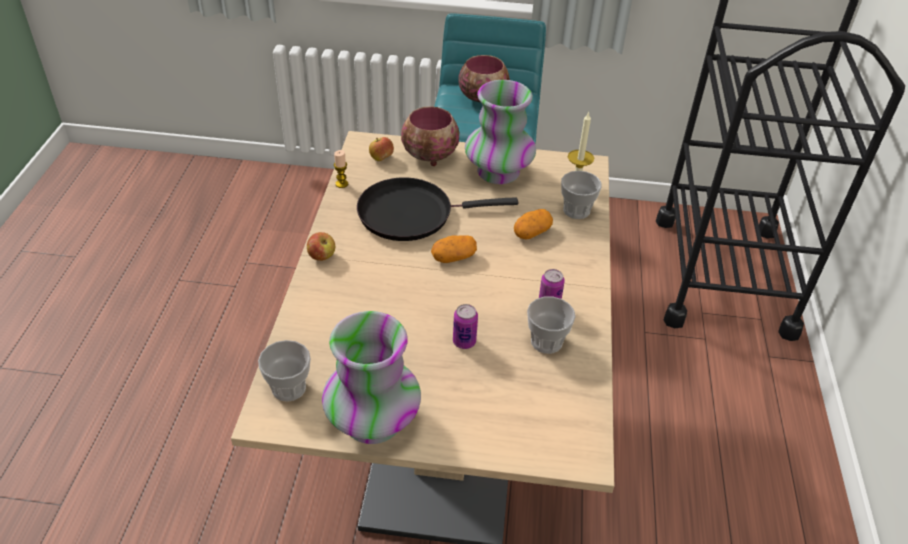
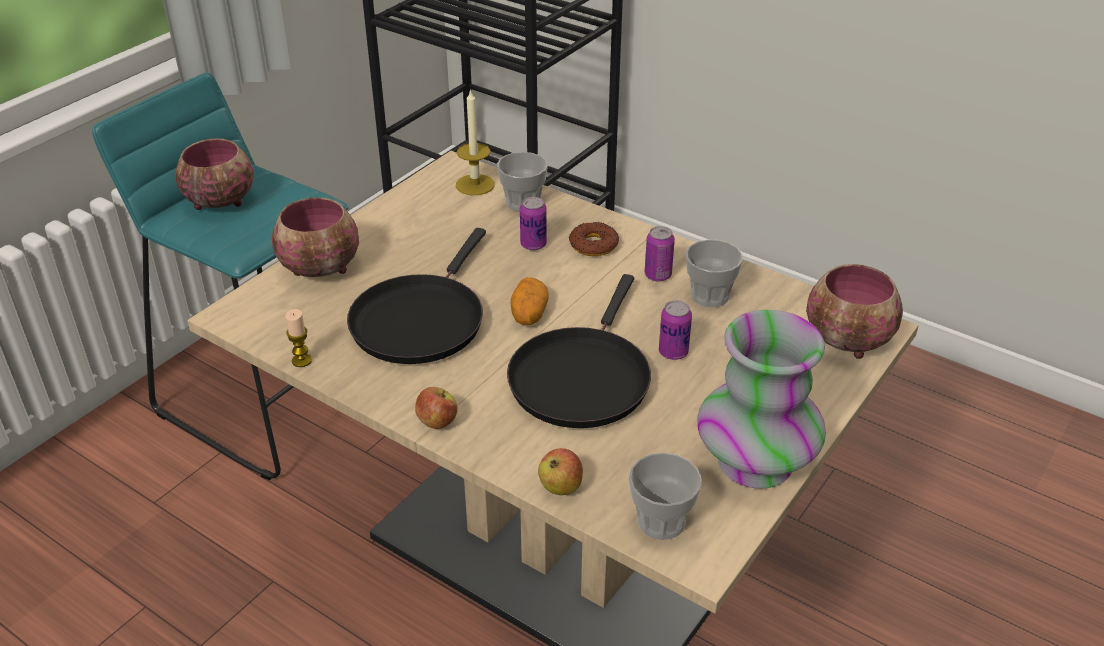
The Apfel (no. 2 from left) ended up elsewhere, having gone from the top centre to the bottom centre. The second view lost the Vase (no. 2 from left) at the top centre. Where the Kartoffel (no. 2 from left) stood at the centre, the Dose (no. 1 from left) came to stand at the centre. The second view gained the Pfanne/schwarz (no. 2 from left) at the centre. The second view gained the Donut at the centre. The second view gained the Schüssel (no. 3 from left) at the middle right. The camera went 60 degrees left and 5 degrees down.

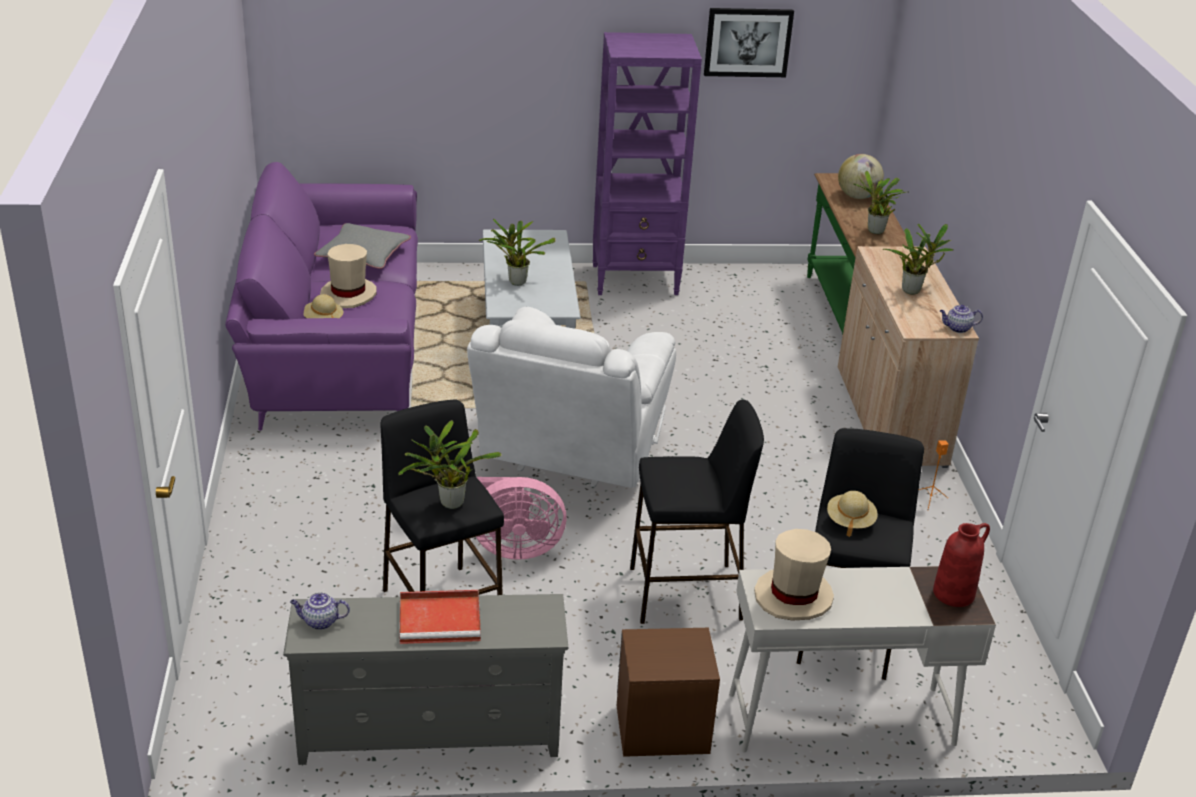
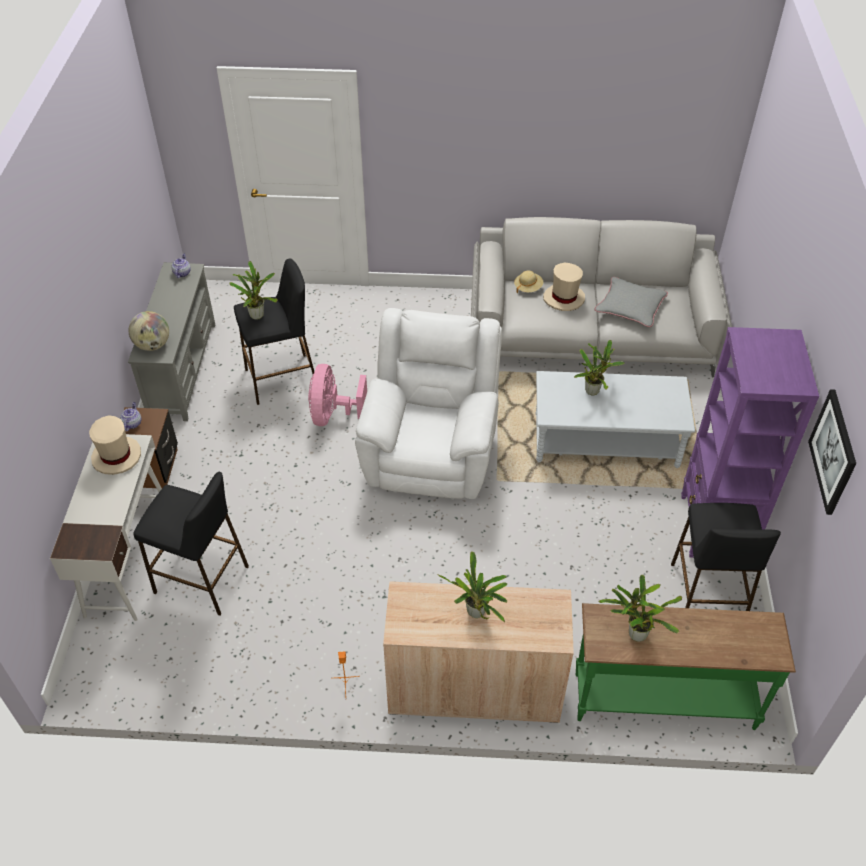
What was the Sofa/lila at the middle left turned into the Sofa/grau at the middle right. The second view lost the Tablett/rot at the bottom centre. The Sessel/weiß at the centre ended up facing another way, 75 degrees clockwise from before. The Hocker/schwarz (no. 2 from left in the first image) ended up elsewhere, having gone from the centre to the middle right. The second view lost the Hut/beige (no. 4 from left) at the middle right. The Globus ended up elsewhere, having gone from the top right to the middle left. The second view lost the Vase/rot at the bottom right. The Teekanne (no. 2 from left in the first image) ended up elsewhere, having gone from the middle right to the middle left. The camera went 100 degrees right and 15 degrees up.

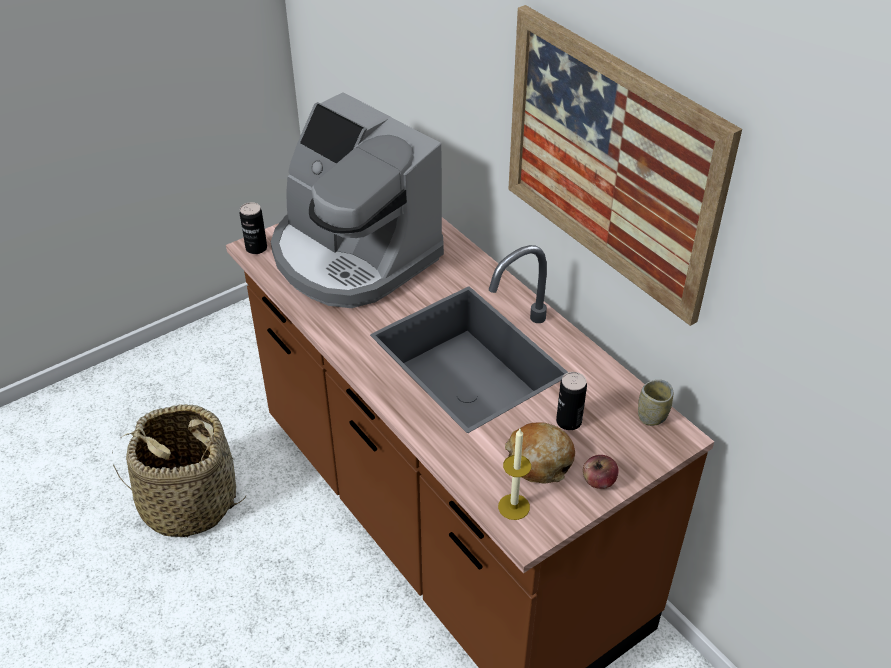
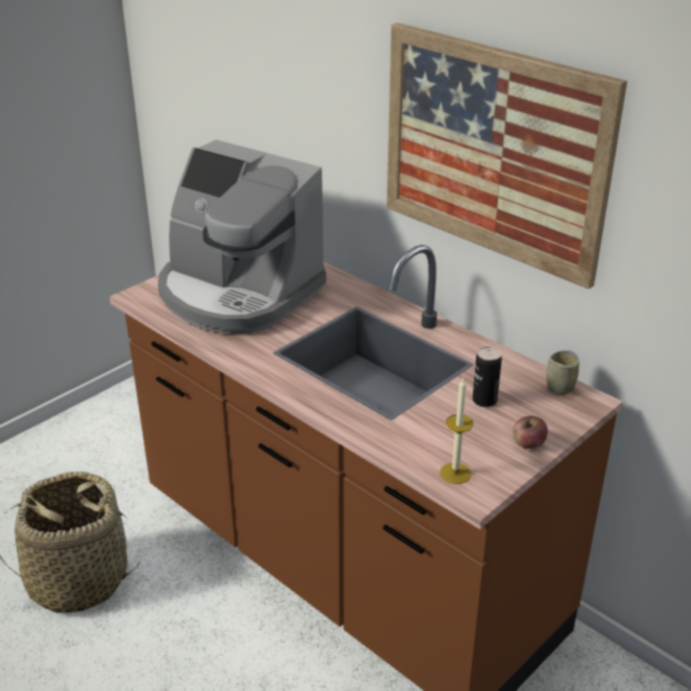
The second view lost the Dose (no. 1 from left) at the middle left. The second view lost the Brot at the bottom centre. The camera went 10 degrees left and 10 degrees down.

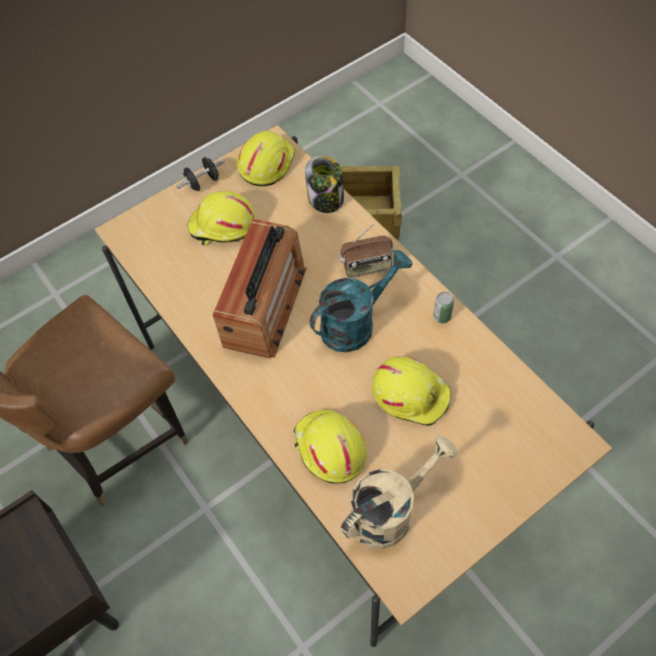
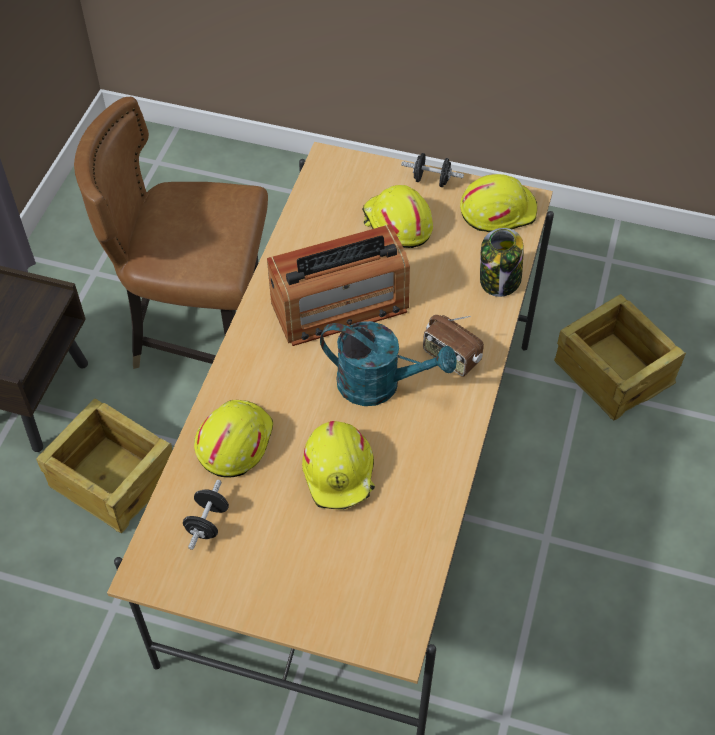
Where the Gießkanne/beige stood at the bottom centre, the Hantel/schwarz (no. 1 from left) came to stand at the bottom left. The second view lost the Dose at the middle right. The second view gained the Kiste (no. 1 from left) at the middle left. The camera went 50 degrees right and 5 degrees down.

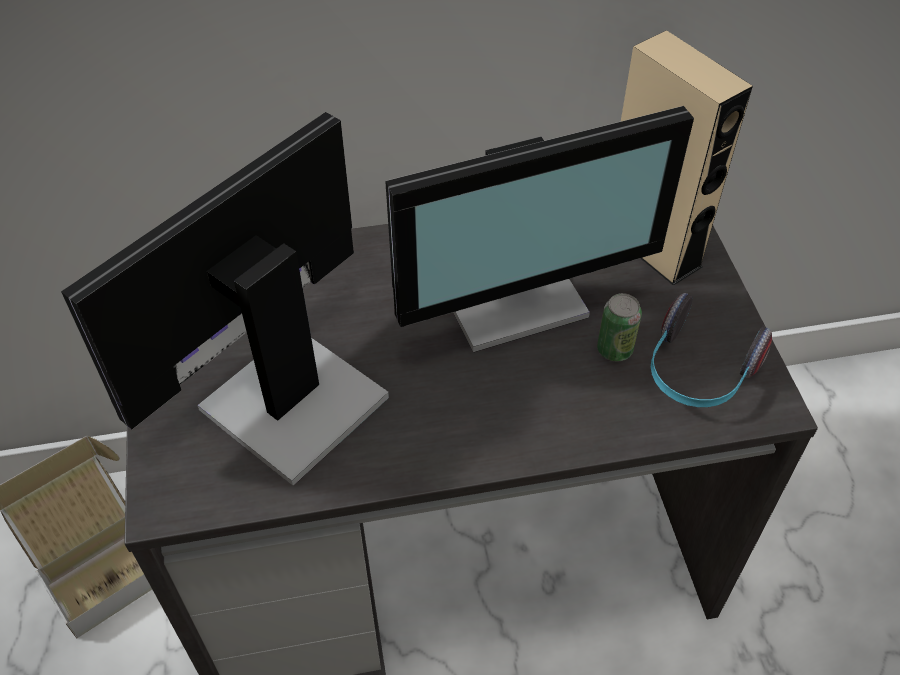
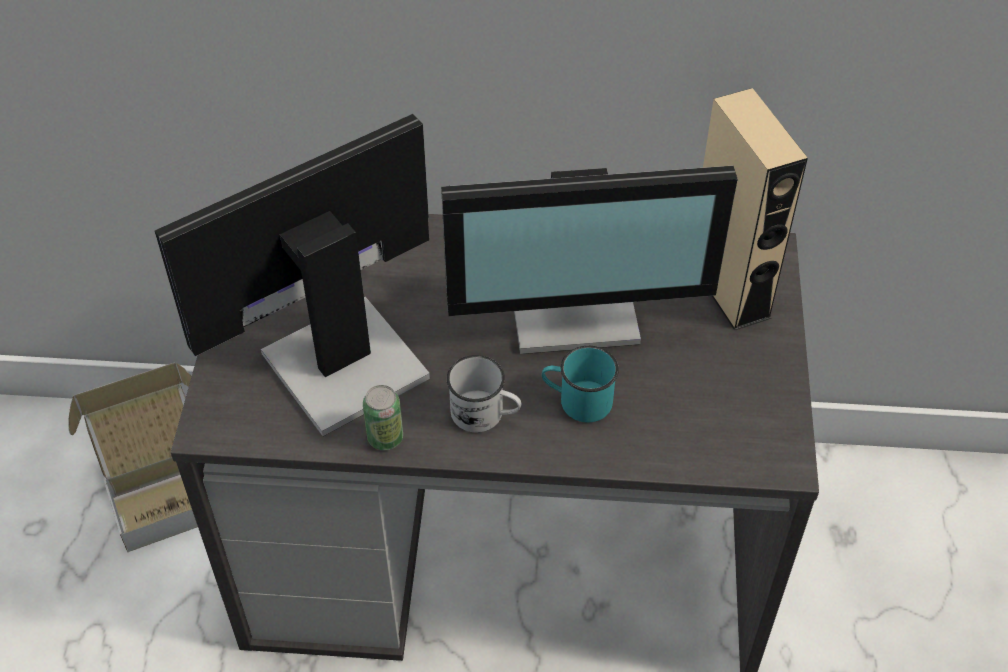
The Dose ended up elsewhere, having gone from the middle right to the centre. The second view lost the Kopfhörer at the middle right. The second view gained the Henkelbecher/weiß at the centre. The second view gained the Henkelbecher/türkis at the centre. The camera went 15 degrees right and 0 degrees up.

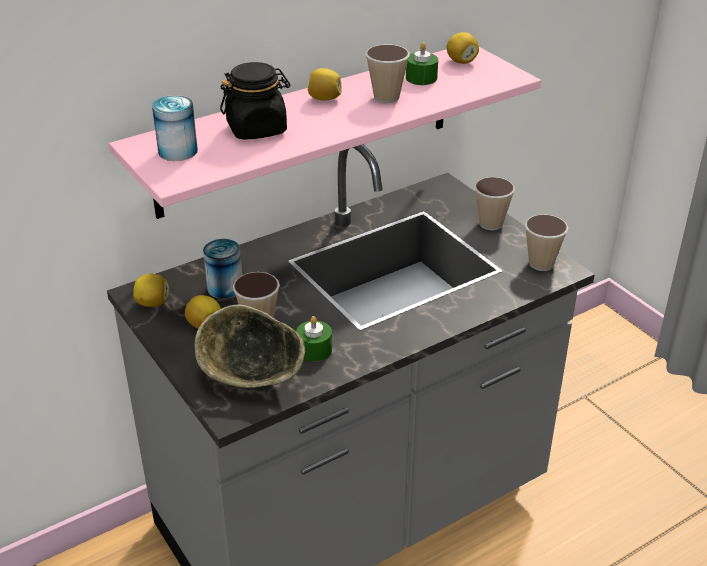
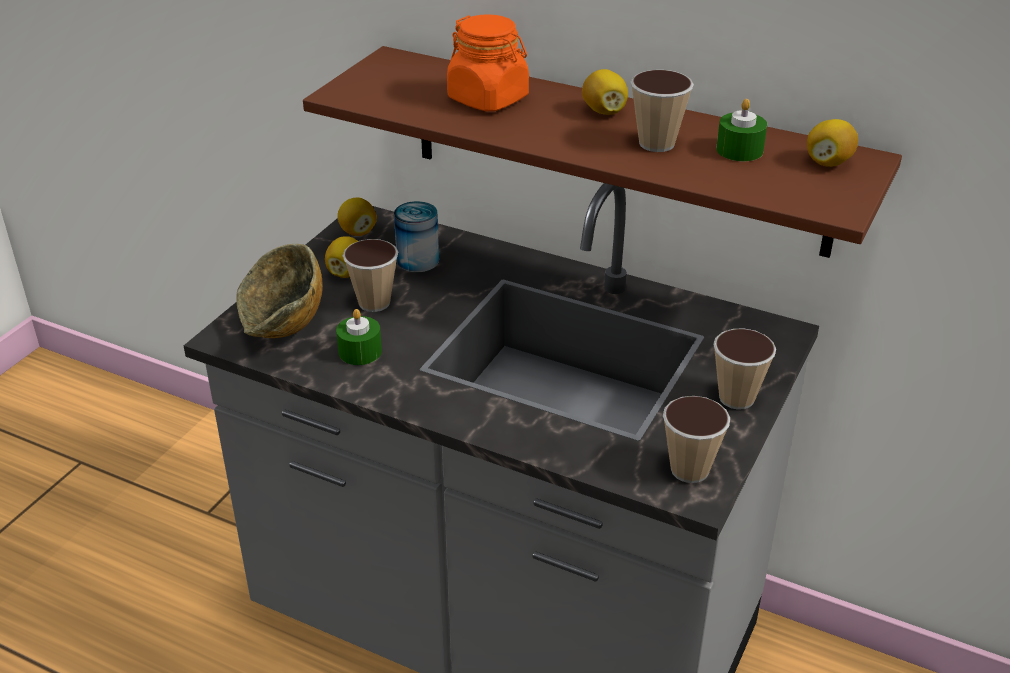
What was the Wandregal/rosa at the top centre turned into the Wandregal/braun at the top centre. The second view lost the Dose (no. 1 from left) at the top left. What was the Vorratsglas/schwarz at the top centre turned into the Vorratsglas/orange at the top centre. The camera went 60 degrees right and 0 degrees up.

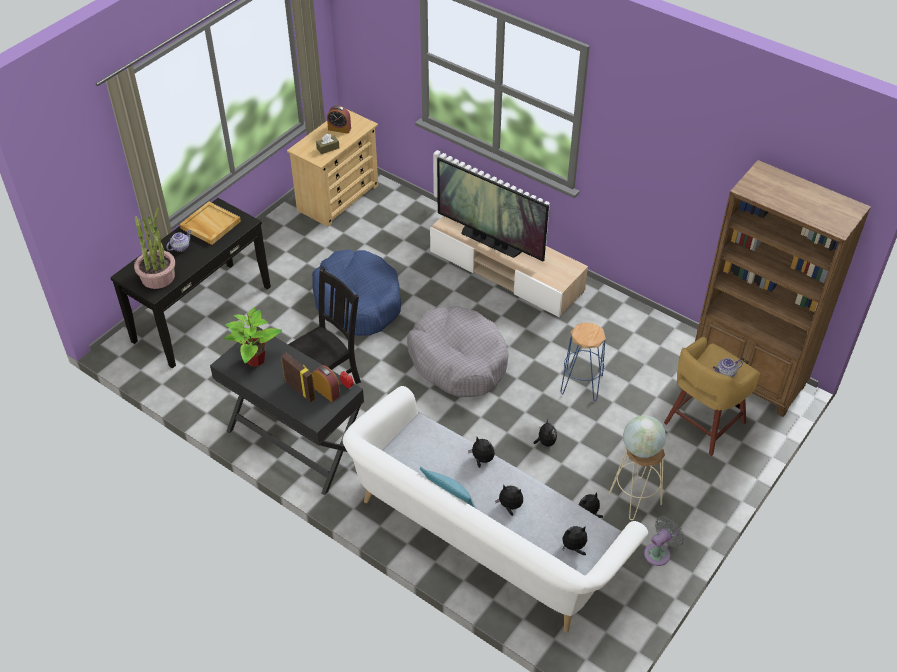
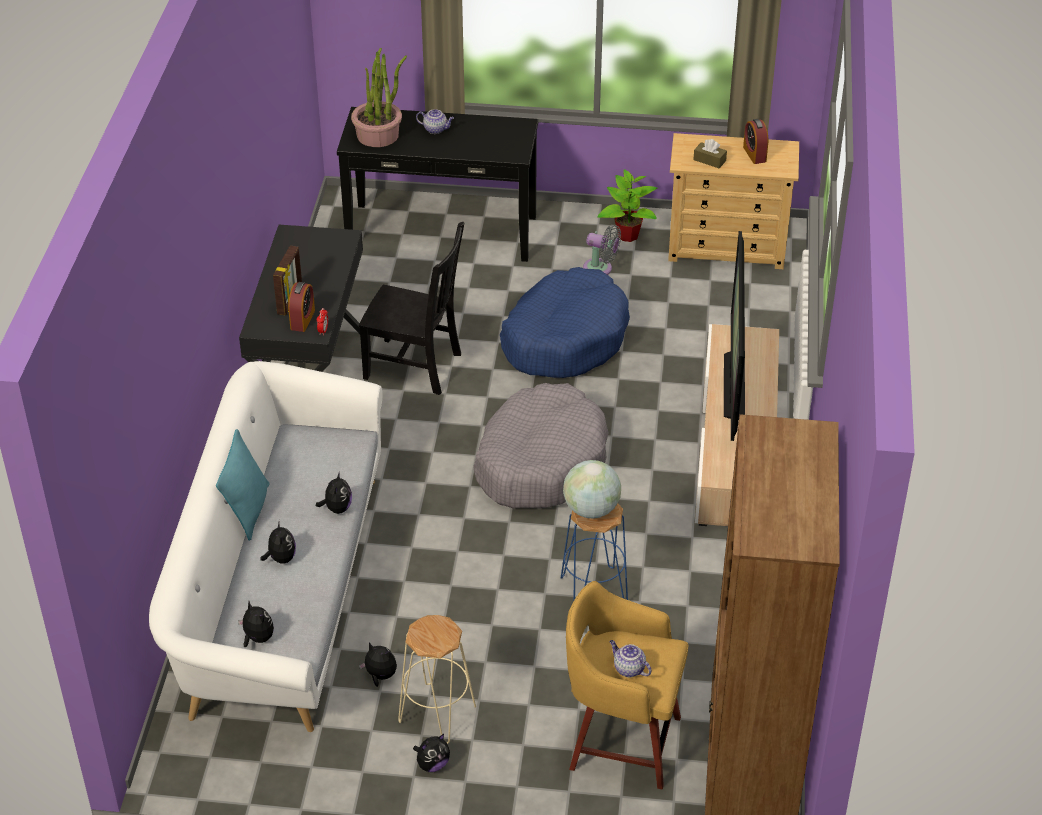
The second view lost the Tablett/beige at the top left. The Topfpflanze (no. 2 from left) ended up elsewhere, having gone from the middle left to the top centre. The Plüschtier (no. 3 from left in the first image) ended up elsewhere, having gone from the centre to the bottom centre. The Globus ended up elsewhere, having gone from the middle right to the centre. The Ventilator/grau ended up elsewhere, having gone from the bottom right to the top centre. The camera went 60 degrees right and 5 degrees down.

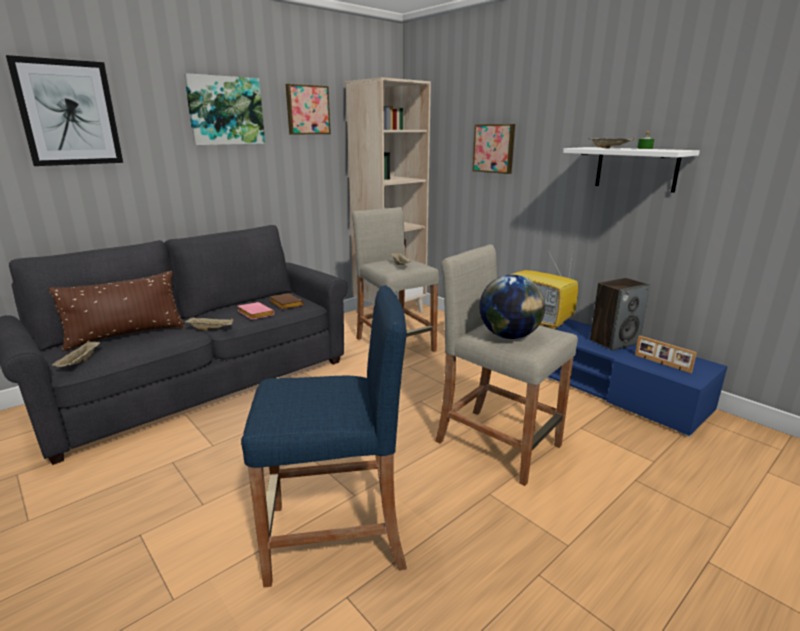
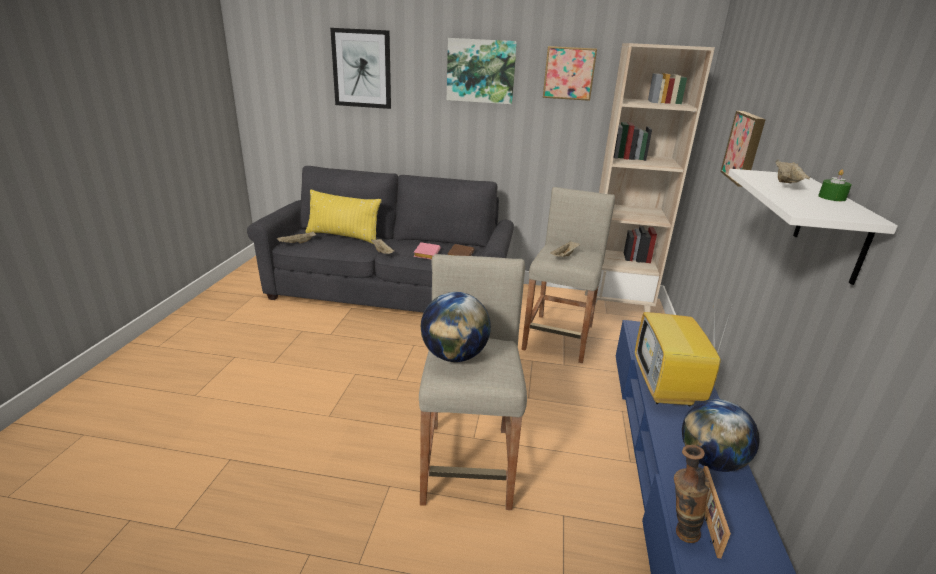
What was the Kissen/braun at the middle left turned into the Kissen/gelb at the centre. The second view lost the Hocker/blau at the bottom centre. Where the Lautsprecher stood at the middle right, the Globus (no. 2 from left) came to stand at the bottom right. The second view gained the Vase at the bottom right. The camera went 50 degrees right and 5 degrees up.

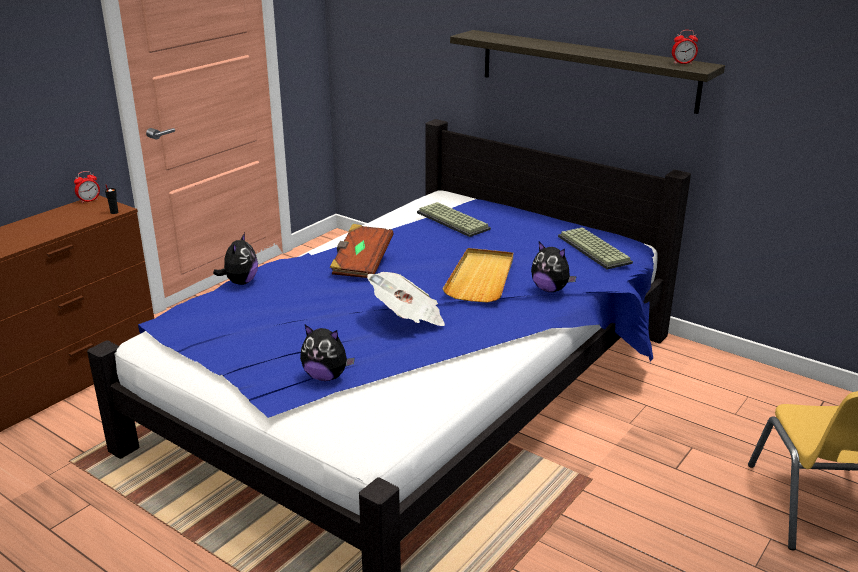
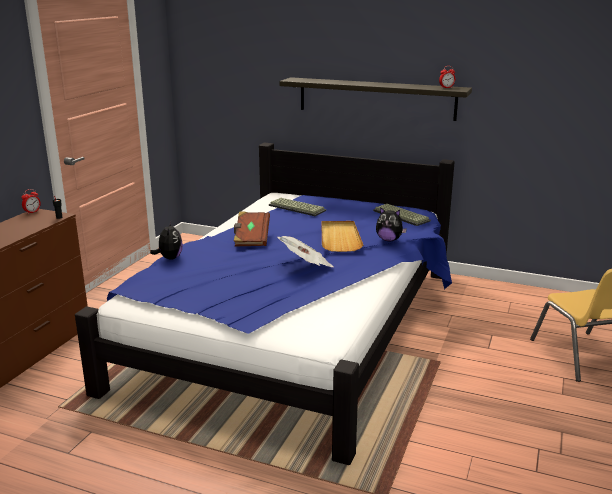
The second view lost the Plüschtier (no. 2 from left) at the centre. The camera went 15 degrees left and 5 degrees down.

